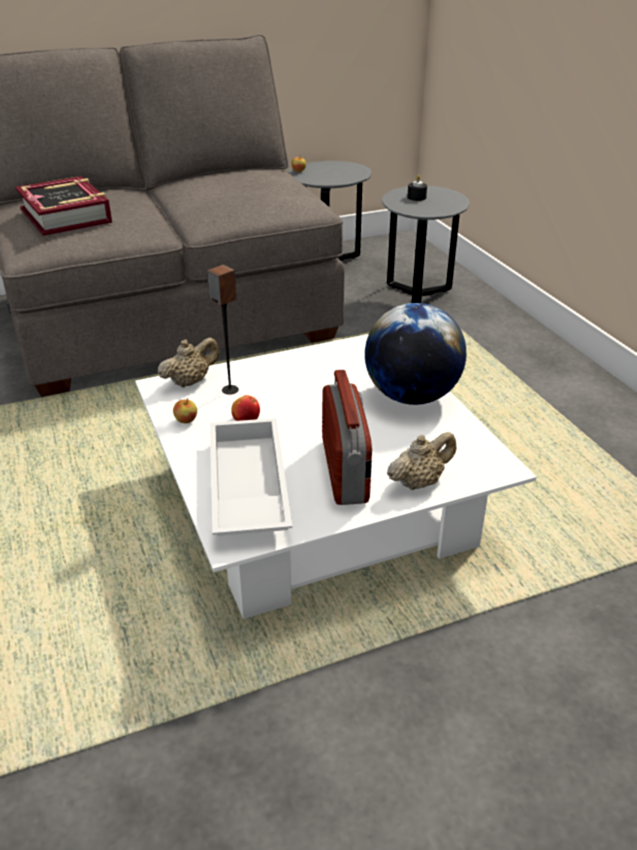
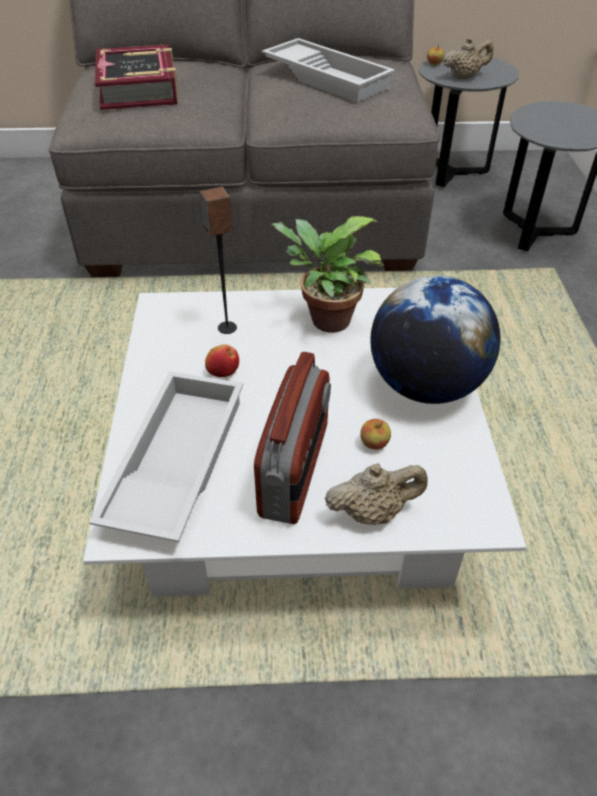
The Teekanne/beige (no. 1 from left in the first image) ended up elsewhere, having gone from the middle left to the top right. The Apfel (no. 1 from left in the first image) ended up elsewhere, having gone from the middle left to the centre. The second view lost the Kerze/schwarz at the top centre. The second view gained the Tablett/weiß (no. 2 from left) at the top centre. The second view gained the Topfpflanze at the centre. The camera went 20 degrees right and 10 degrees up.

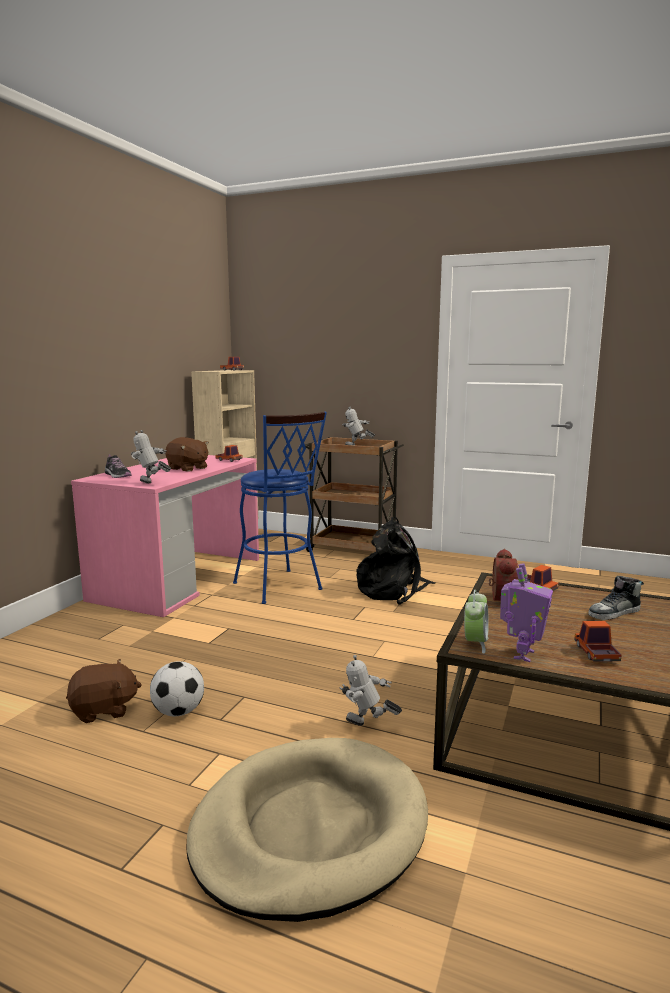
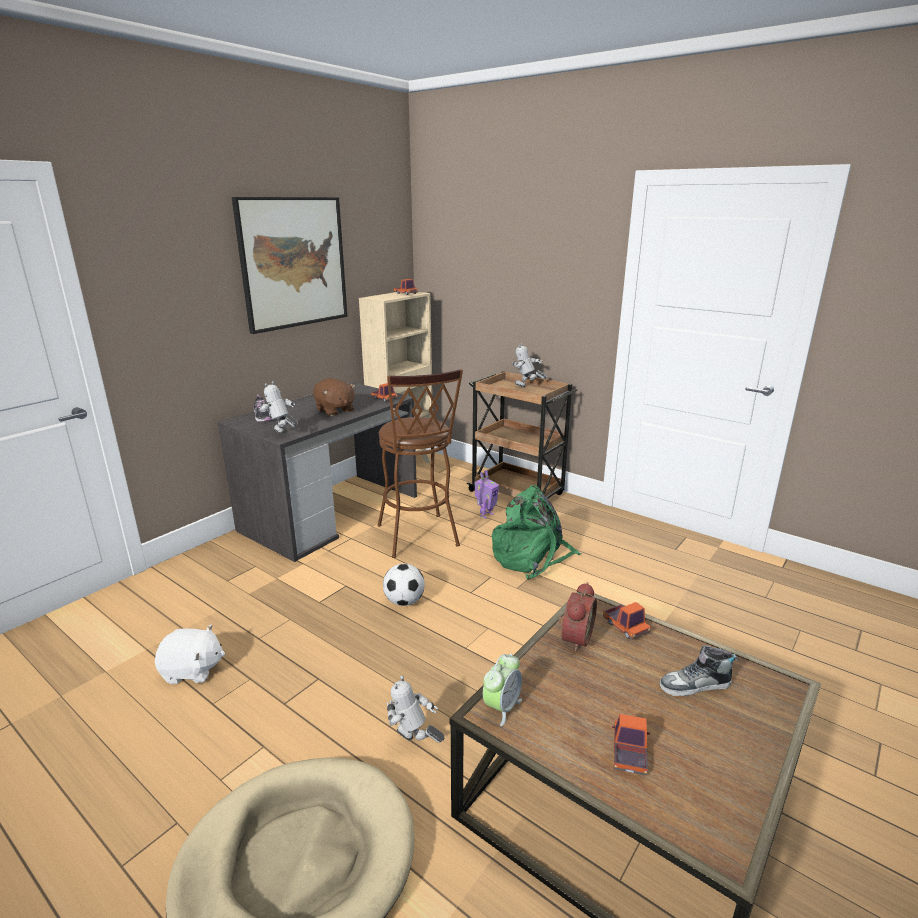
What was the Plüschtier/braun (no. 1 from left) at the bottom left turned into the Plüschtier/weiß at the bottom left. What was the Schreibtisch/rosa at the middle left turned into the Schreibtisch/grau at the centre. The Fußball ended up elsewhere, having gone from the bottom left to the centre. What was the Hocker/blau at the centre turned into the Hocker/braun at the centre. What was the Rucksack/schwarz at the centre turned into the Rucksack/grün at the centre. The Spielzeugroboter (no. 4 from left in the first image) ended up elsewhere, having gone from the middle right to the centre. The second view gained the Bild at the top left. The camera went 15 degrees right and 10 degrees up.

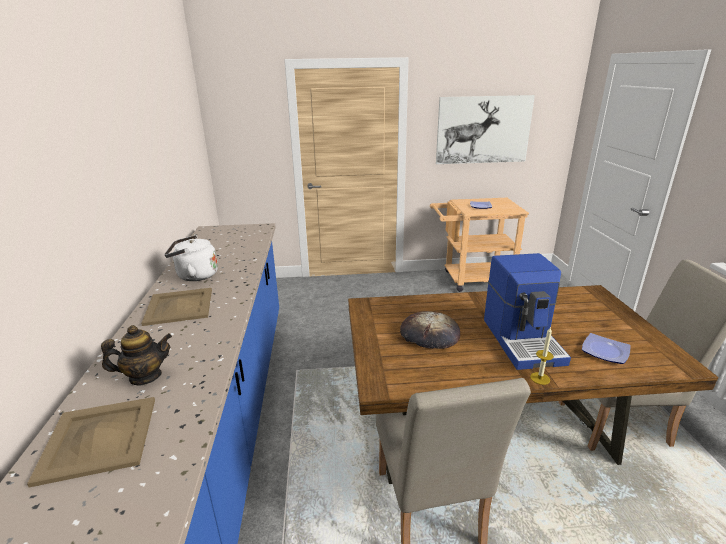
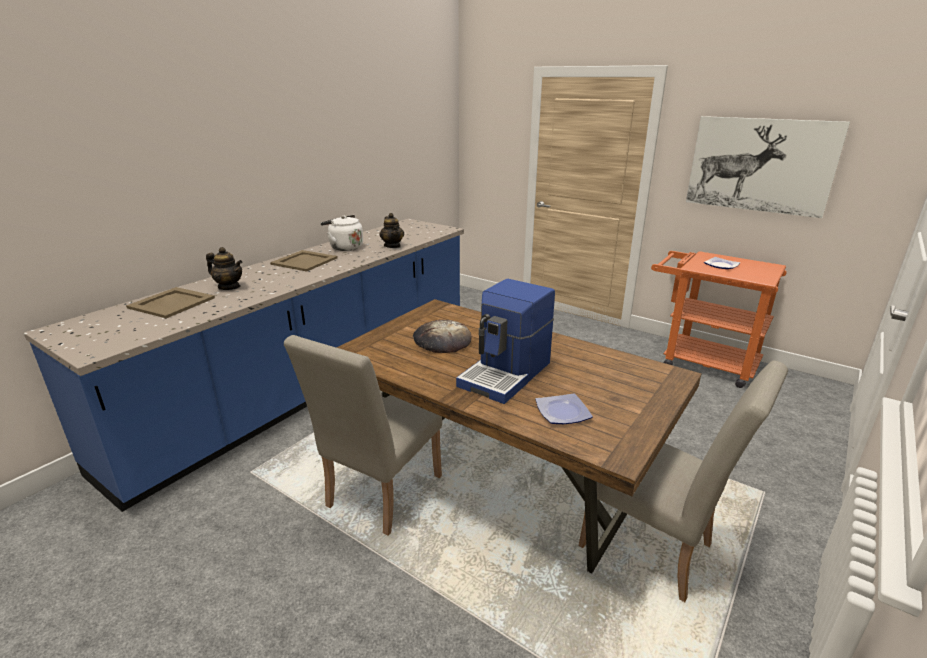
What was the Rollwagen/beige at the centre turned into the Rollwagen/orange at the middle right. The second view lost the Kerze at the middle right. The second view gained the Teekanne (no. 2 from left) at the centre. The camera went 40 degrees right and 0 degrees up.

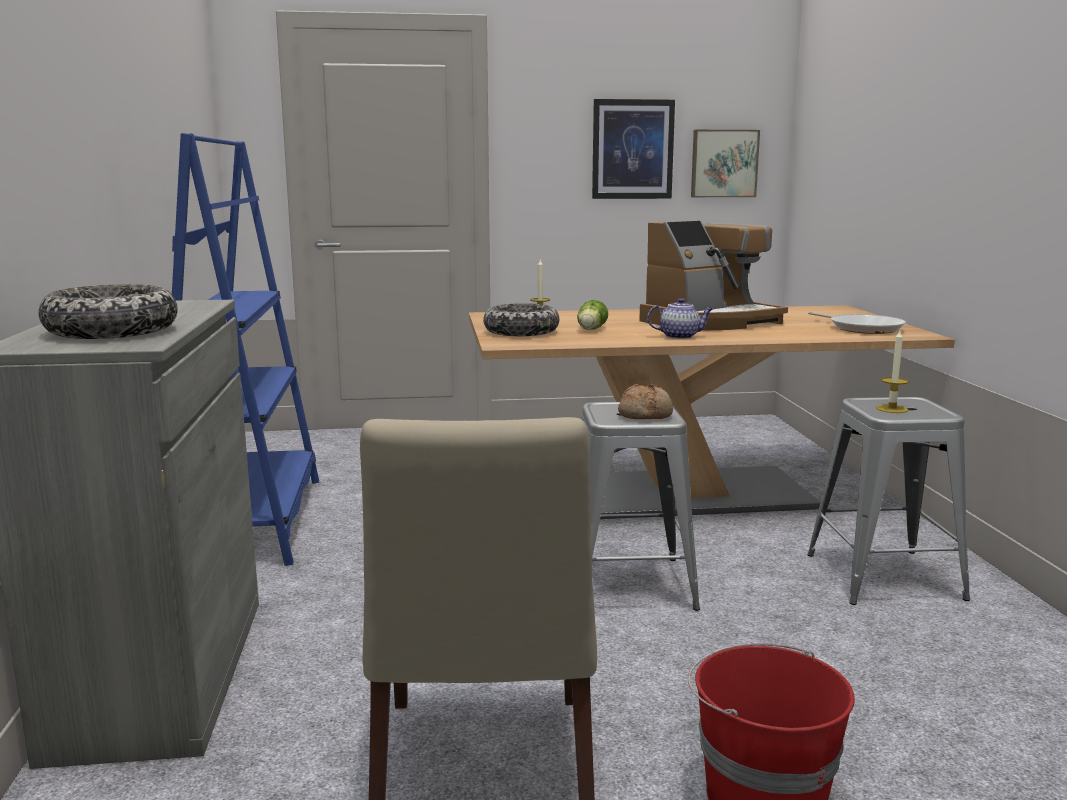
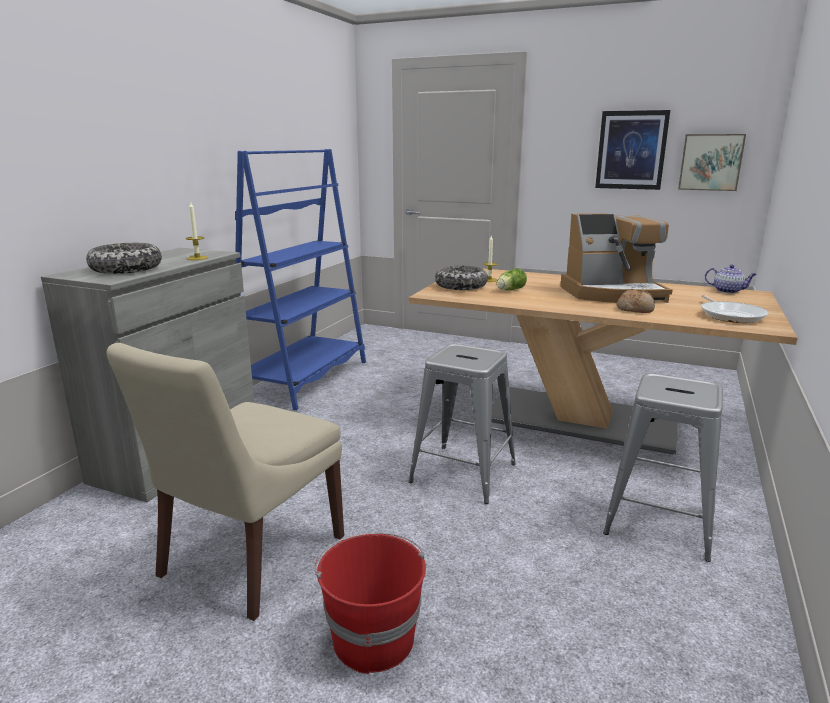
The Brot ended up elsewhere, having gone from the centre to the middle right. The Teekanne ended up elsewhere, having gone from the centre to the middle right. The Kerze (no. 2 from left in the first image) ended up elsewhere, having gone from the middle right to the top left. The camera went 30 degrees right and 5 degrees up.

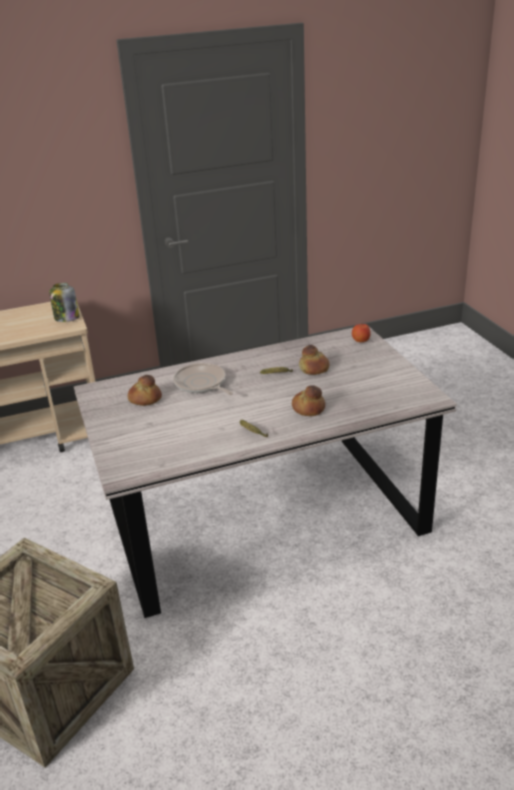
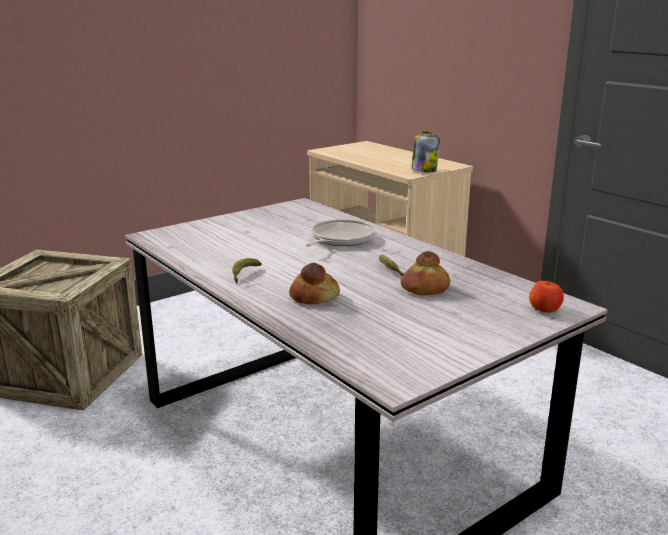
The second view lost the Brot (no. 1 from left) at the middle left. The camera went 70 degrees right and 10 degrees down.

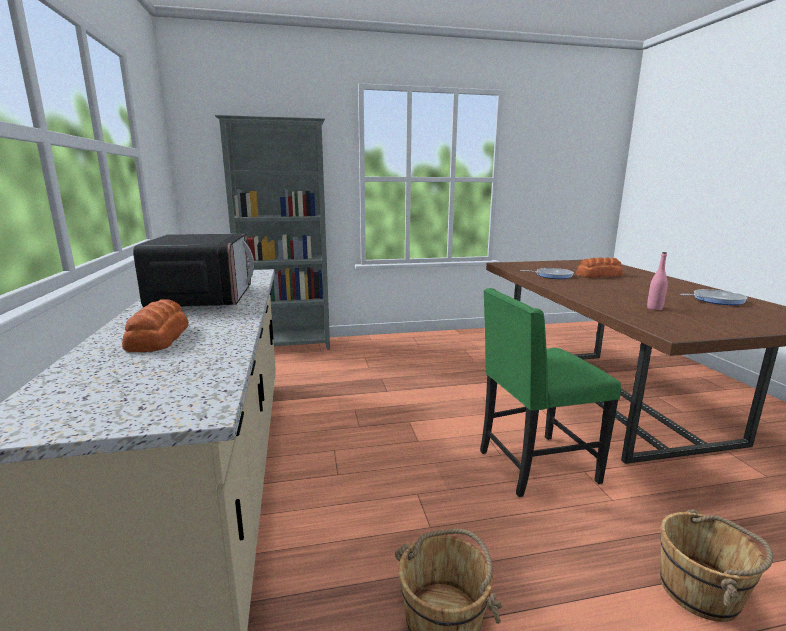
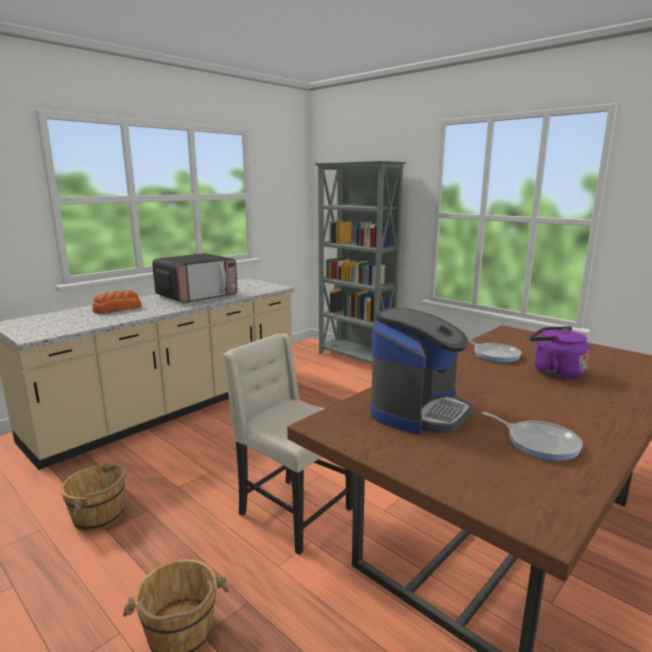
What was the Stuhl/grün at the middle right turned into the Stuhl/beige at the bottom centre. Where the Brot (no. 2 from left) stood at the middle right, the Wasserkessel/lila came to stand at the middle right. Where the Flasche/rosa stood at the middle right, the Kaffeemaschine came to stand at the centre. The camera went 55 degrees right and 0 degrees up.

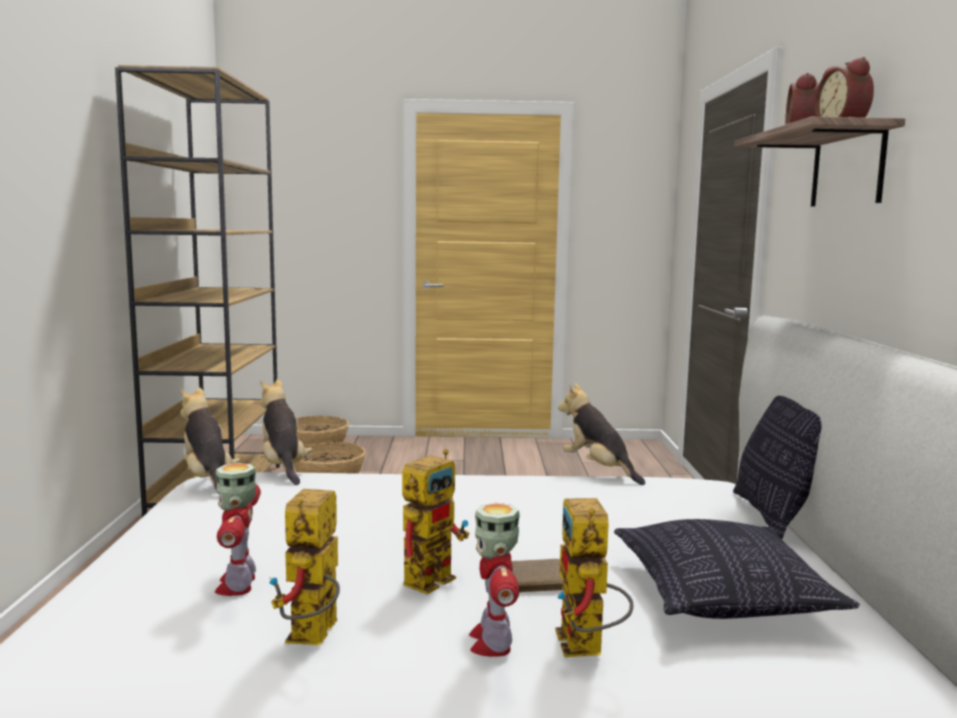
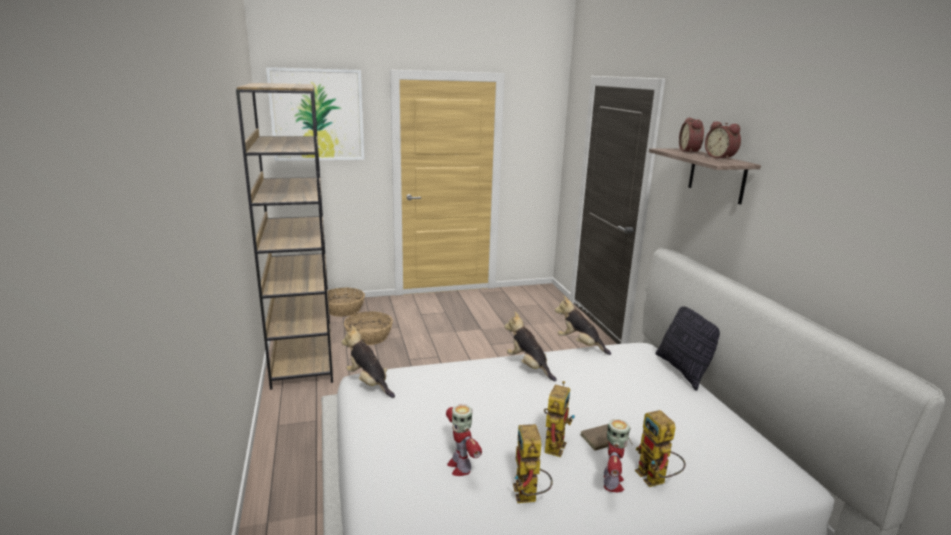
The Plüschtier (no. 2 from left) ended up elsewhere, having gone from the middle left to the centre. The Spielzeugroboter (no. 4 from left) at the bottom centre ended up facing another way, 150 degrees counterclockwise from before. The second view lost the Kissen (no. 1 from left) at the bottom right. The second view gained the Bild at the top left. The camera went 15 degrees left and 10 degrees up.

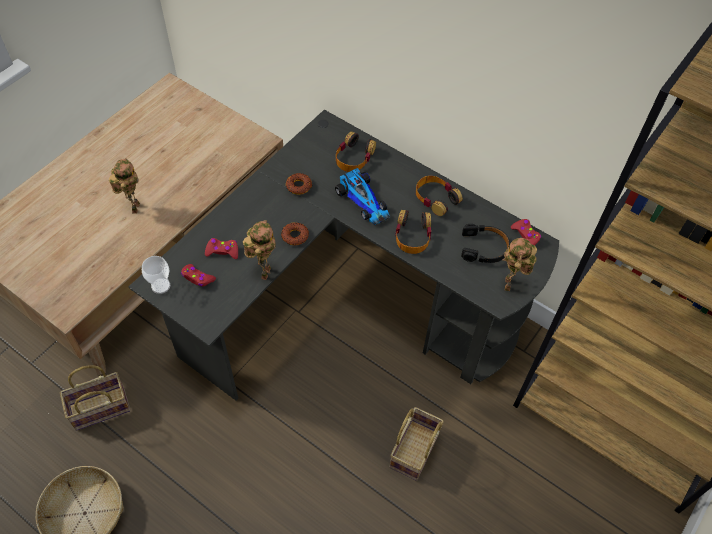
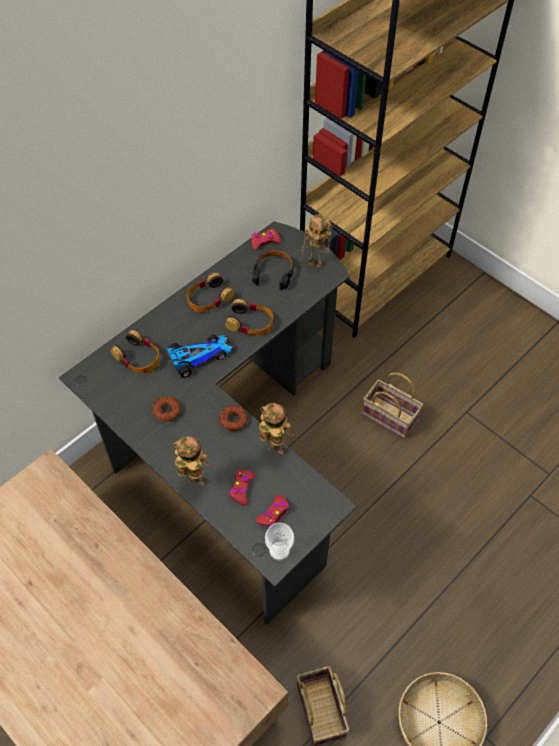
The Spielzeugroboter (no. 1 from left) ended up elsewhere, having gone from the middle left to the centre. The camera went 80 degrees left and 0 degrees up.

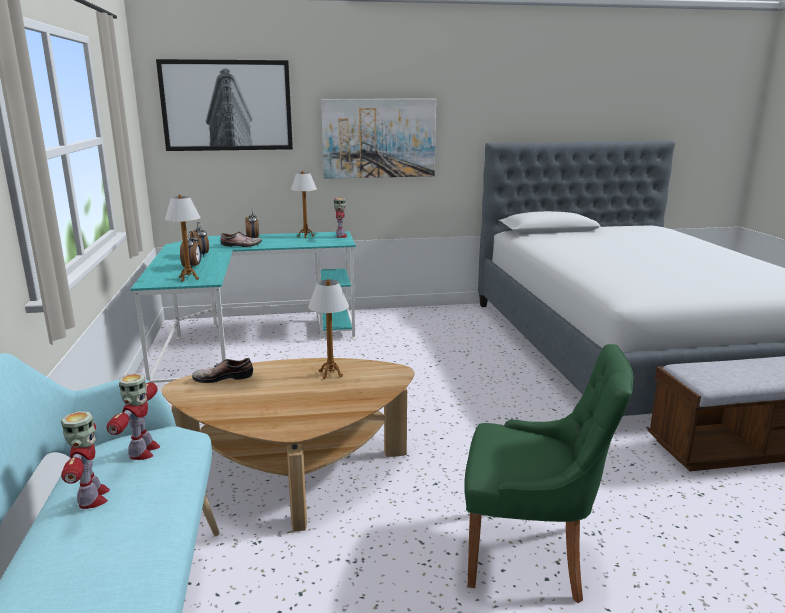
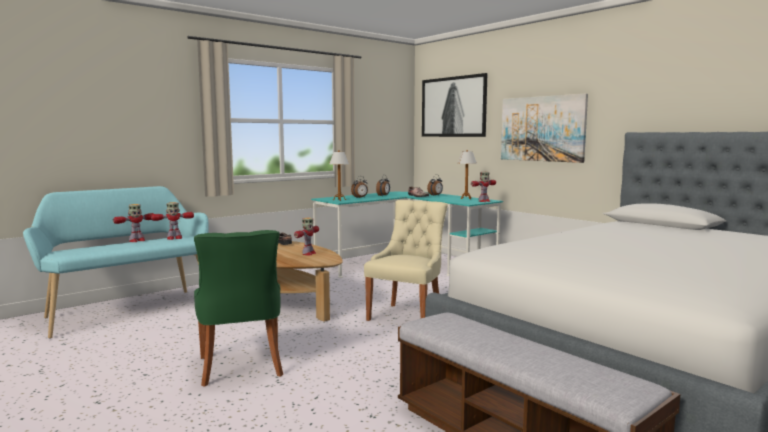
Where the Tischlampe (no. 3 from left) stood at the centre, the Spielzeugroboter (no. 3 from left) came to stand at the centre. The second view gained the Stuhl/beige at the centre. The camera went 60 degrees right and 10 degrees down.

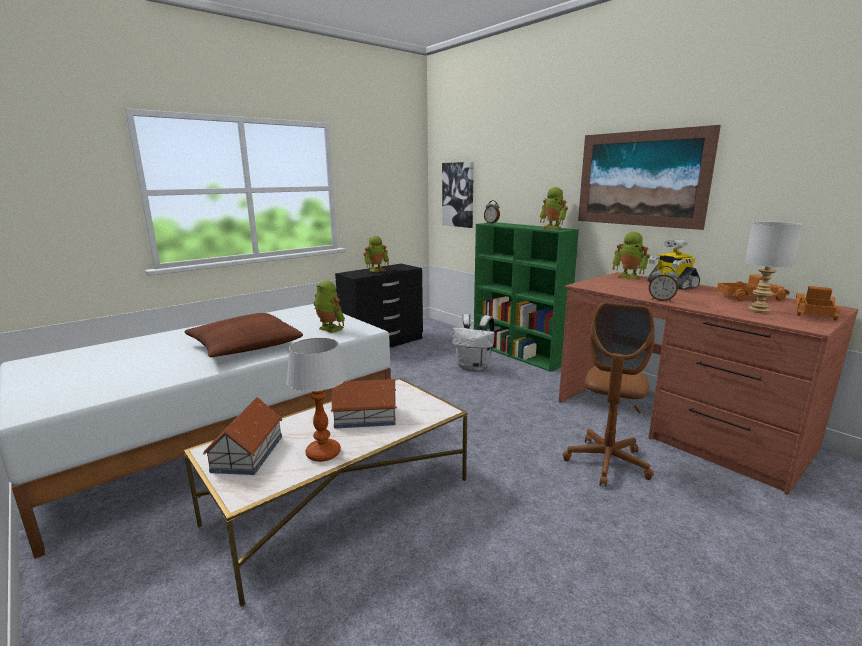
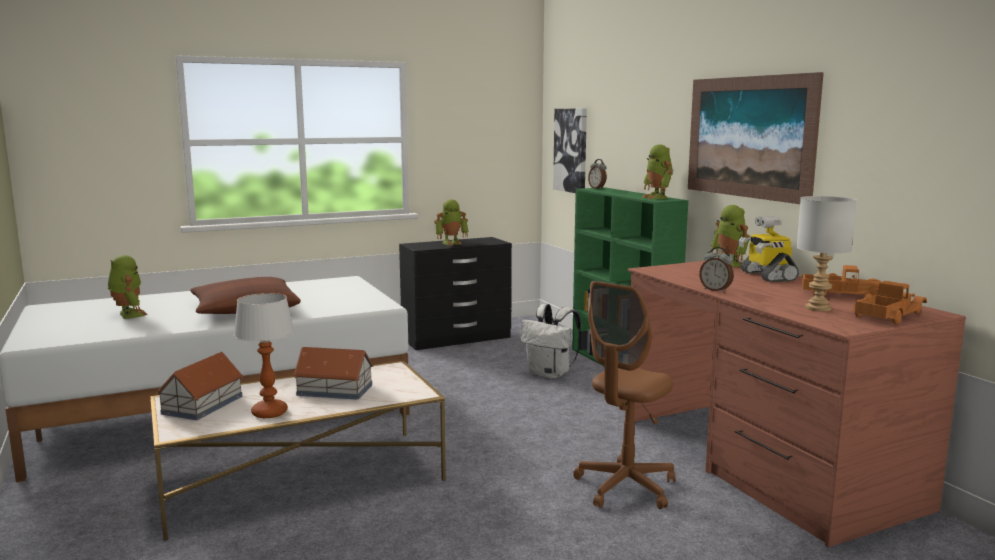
The Spielzeugroboter (no. 1 from left) ended up elsewhere, having gone from the centre to the middle left. The camera went 15 degrees right and 5 degrees down.

